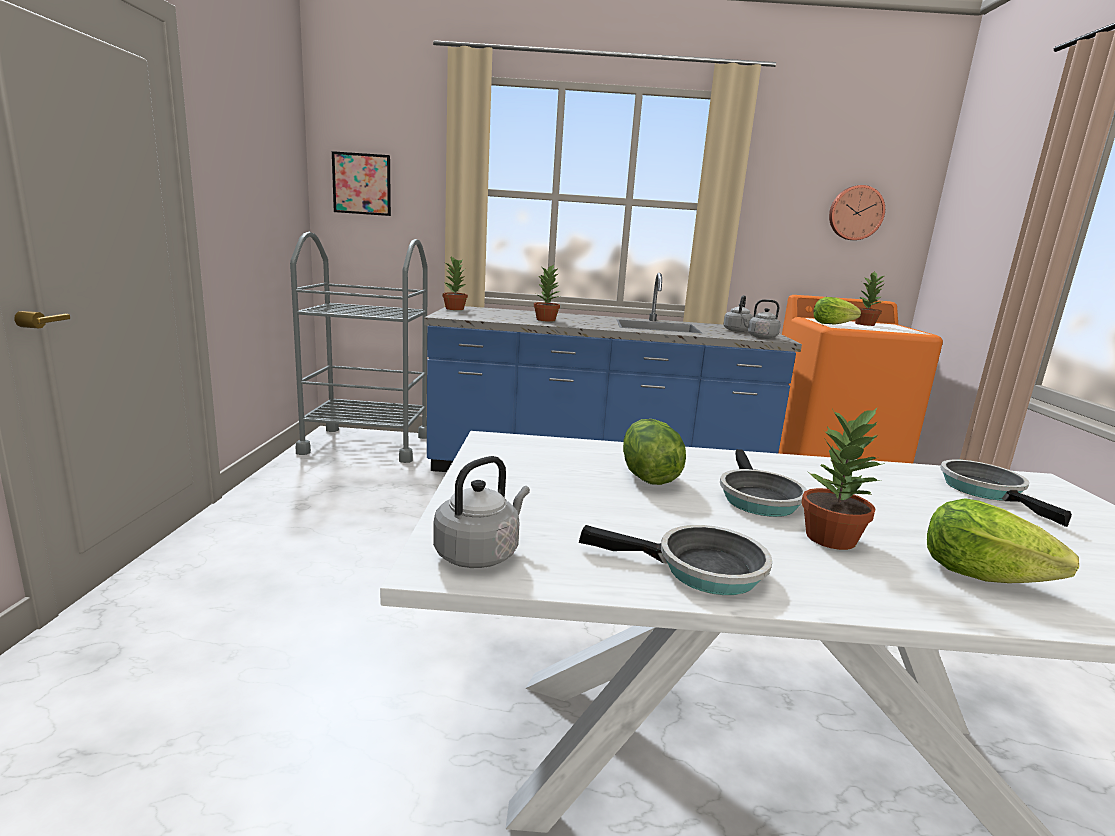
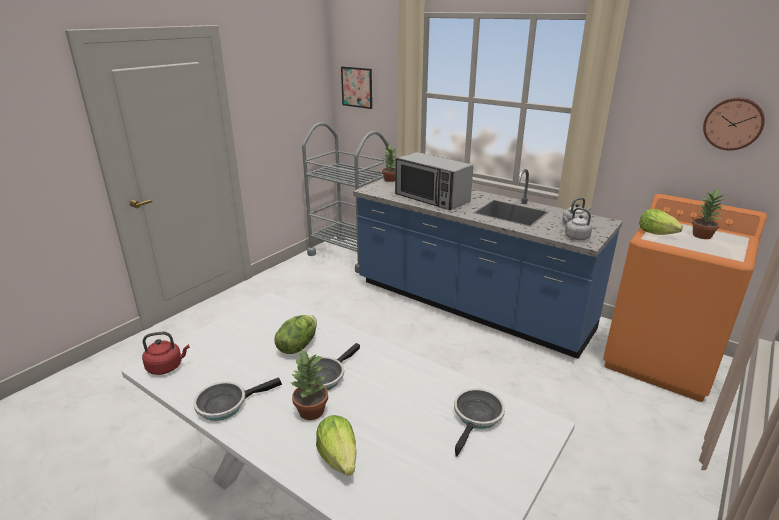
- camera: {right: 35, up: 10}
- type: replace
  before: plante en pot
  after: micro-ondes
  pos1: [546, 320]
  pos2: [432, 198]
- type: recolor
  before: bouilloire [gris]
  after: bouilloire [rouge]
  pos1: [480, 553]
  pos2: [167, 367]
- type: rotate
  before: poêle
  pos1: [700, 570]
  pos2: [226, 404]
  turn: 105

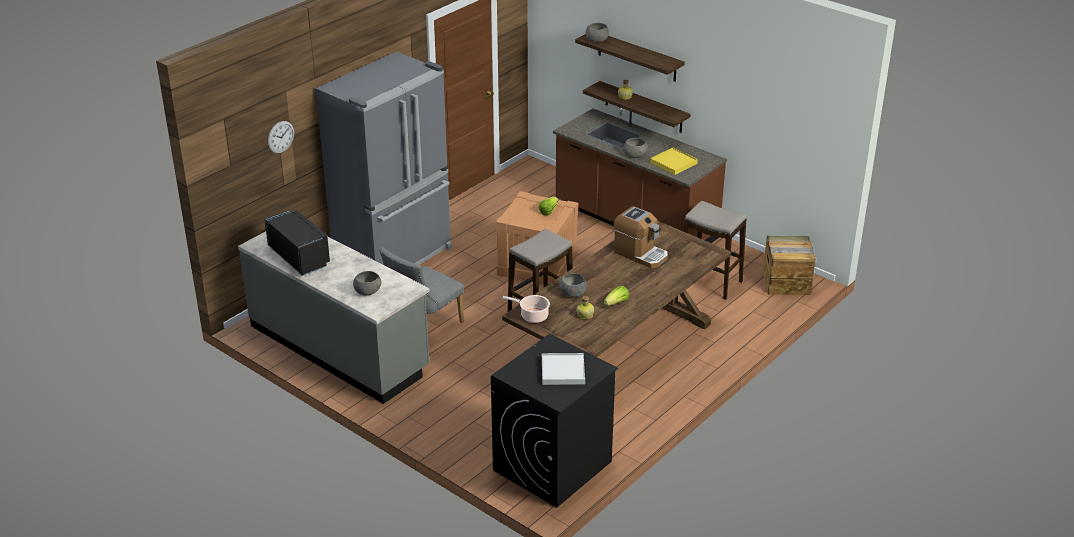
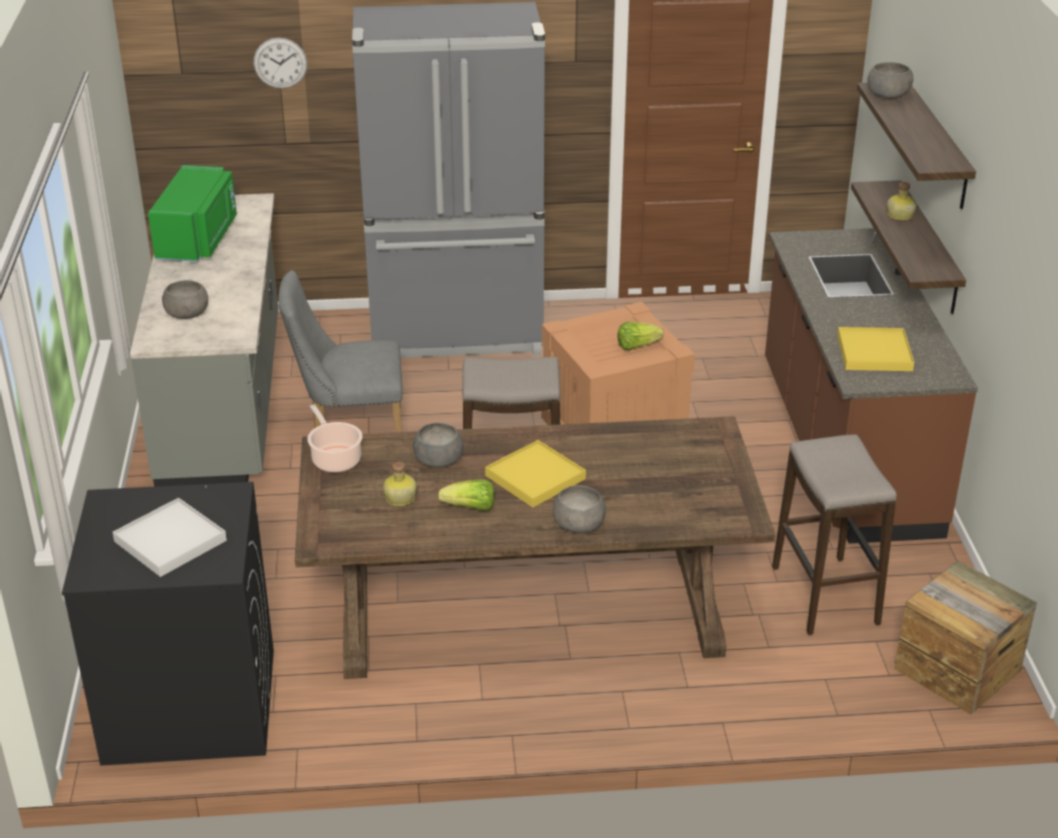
- camera: {right: 45, up: 0}
- type: move
  before: bol [gris]
  pos1: [635, 155]
  pos2: [579, 525]
- type: delete
  before: machine à café
  pos1: [640, 254]
- type: recolor
  before: micro-ondes [noir]
  after: micro-ondes [vert]
  pos1: [300, 257]
  pos2: [199, 239]
- type: insert
  after: plateau [jaune]
  pos2: [535, 477]

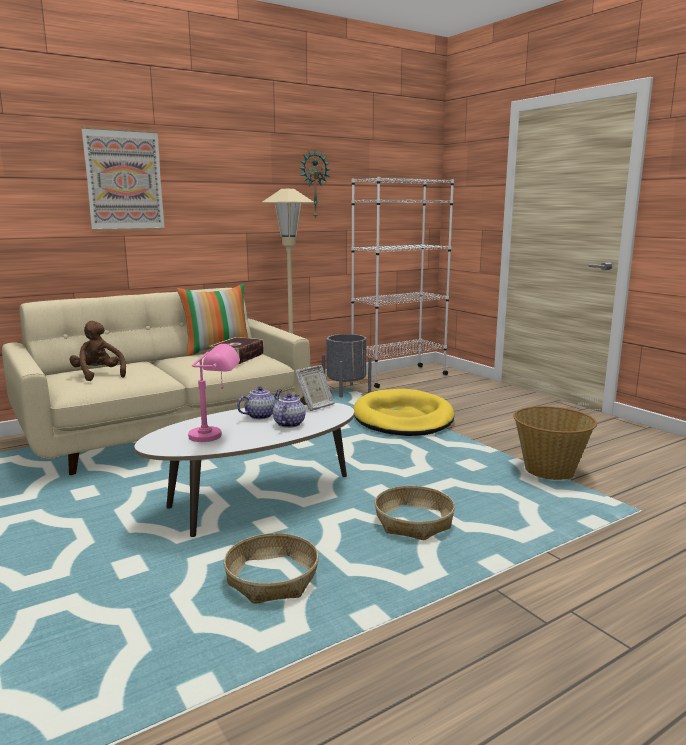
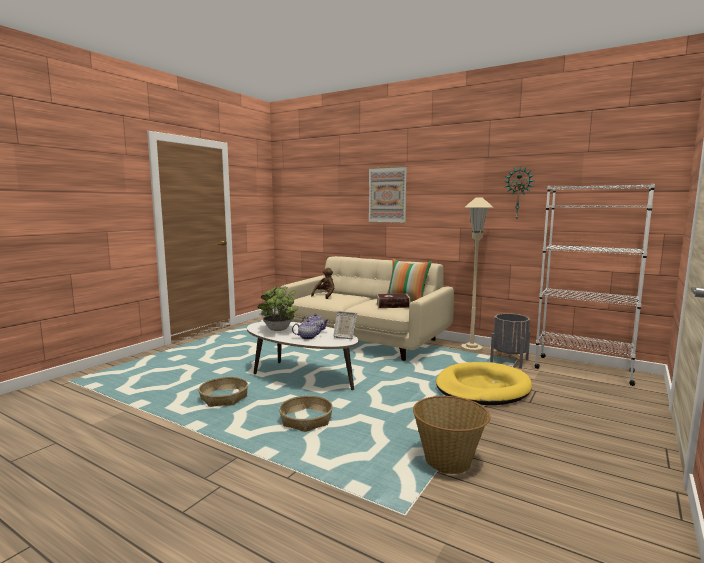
- camera: {right: 65, up: -5}
- type: replace
  before: lampe de table [rose]
  after: plante en pot
  pos1: [216, 436]
  pos2: [278, 330]

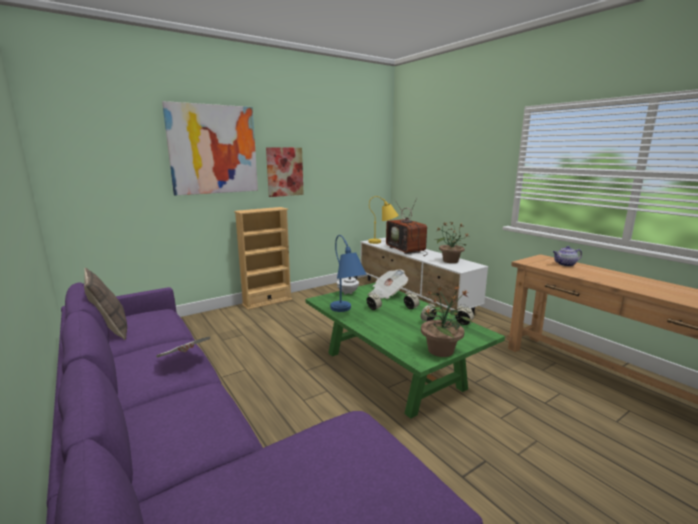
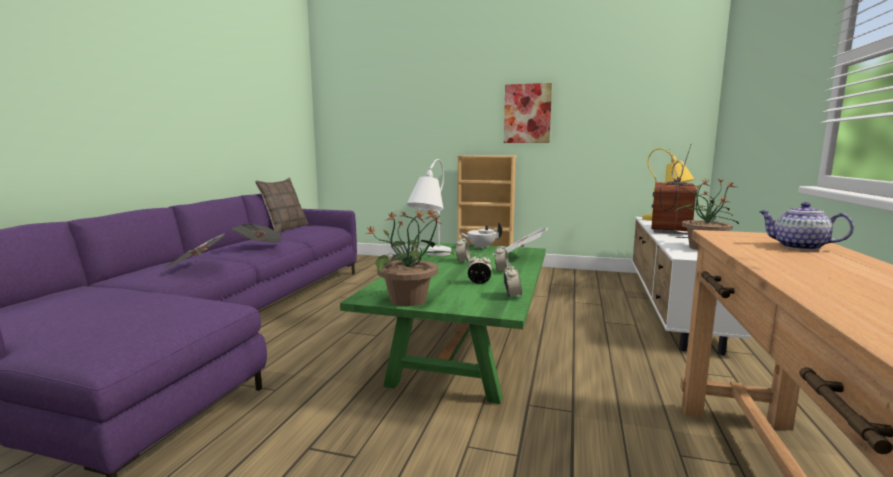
- camera: {right: 50, up: -5}
- type: delete
  before: tableau
  pos1: [213, 149]
- type: recolor
  before: lampe de table [bleu]
  after: lampe de table [blanc]
  pos1: [346, 313]
  pos2: [430, 256]
- type: insert
  after: journal
  pos2: [196, 267]

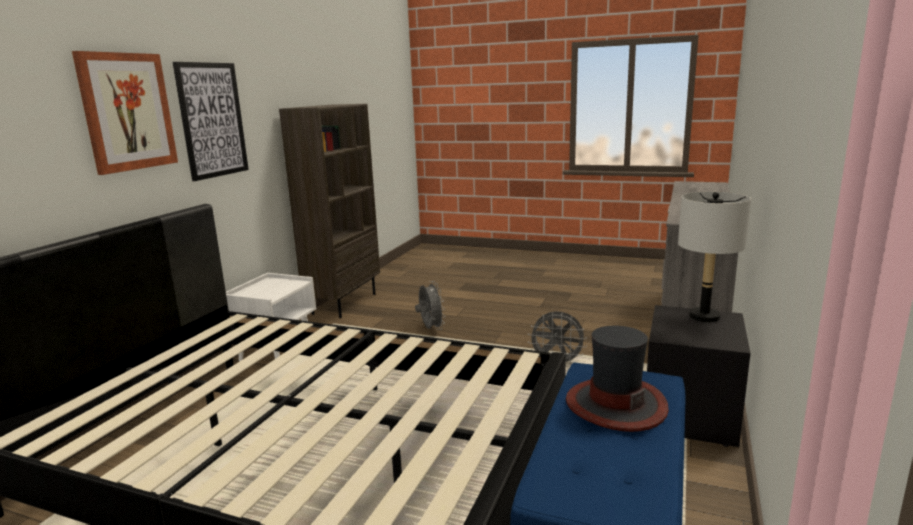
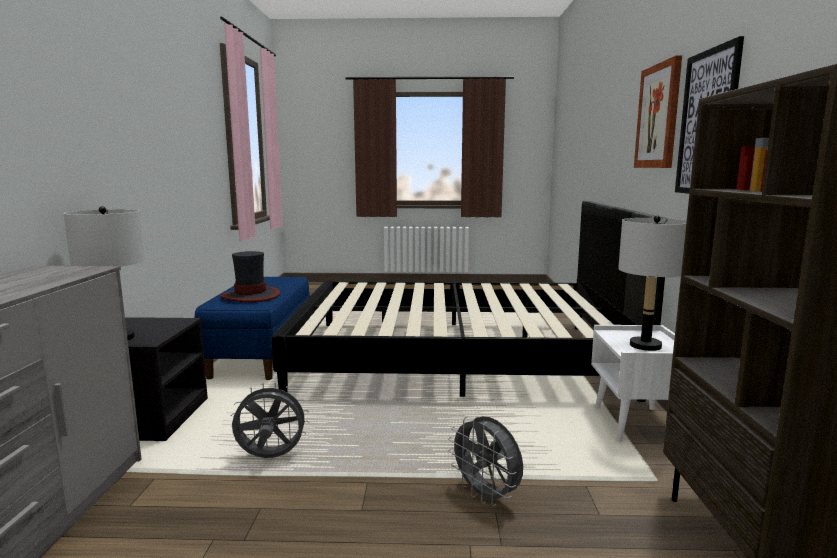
- camera: {right: 160, up: -5}
- type: insert
  after: lampe de table [gris]
  pos2: [645, 346]

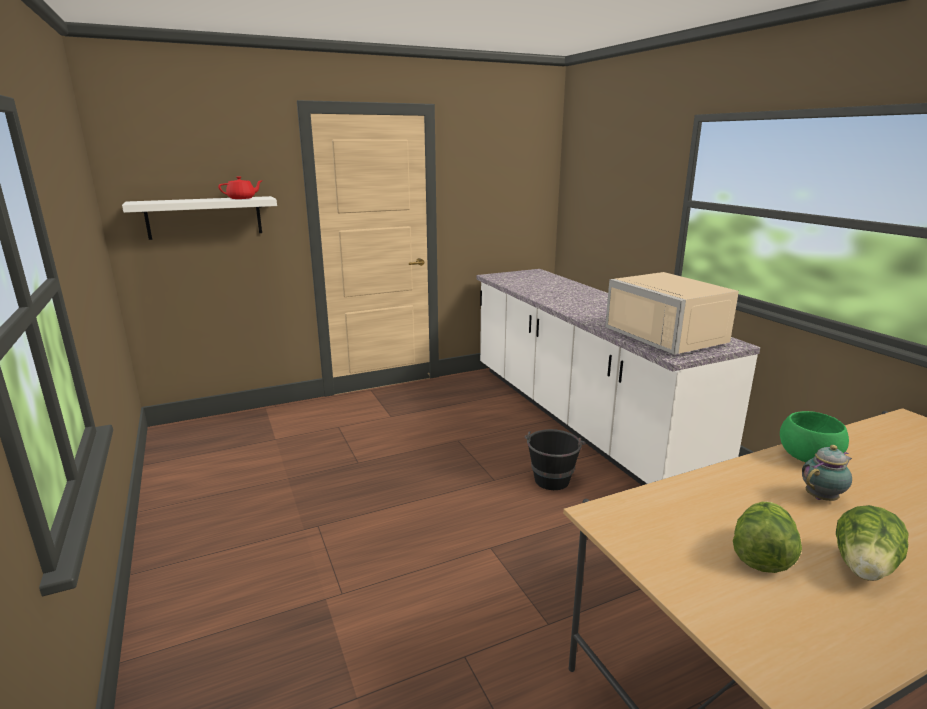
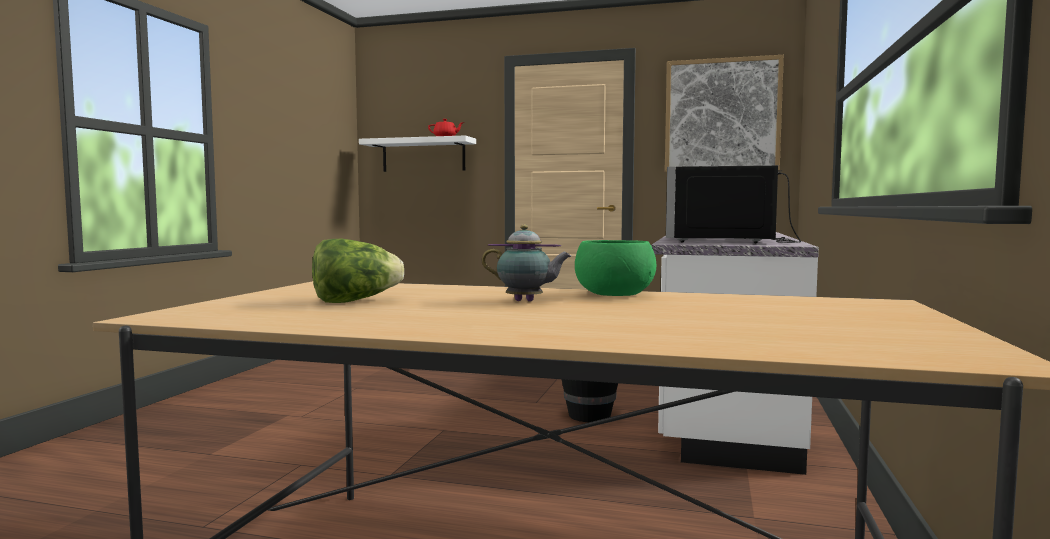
- camera: {right: 40, up: -15}
- type: recolor
  before: micro-ondes [beige]
  after: micro-ondes [noir]
  pos1: [671, 337]
  pos2: [726, 240]
- type: delete
  before: laitue
  pos1: [864, 568]
- type: insert
  after: tableau
  pos2: [722, 115]

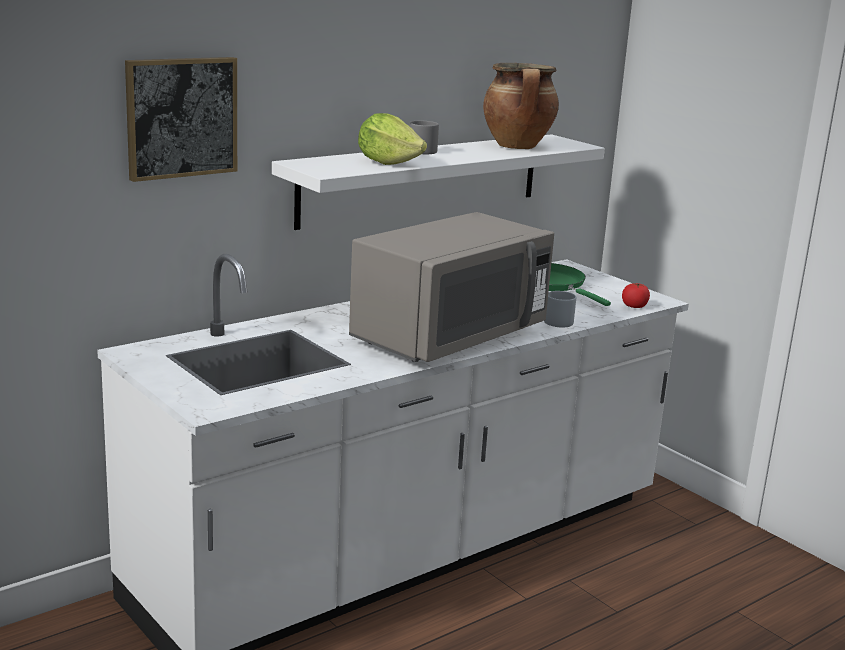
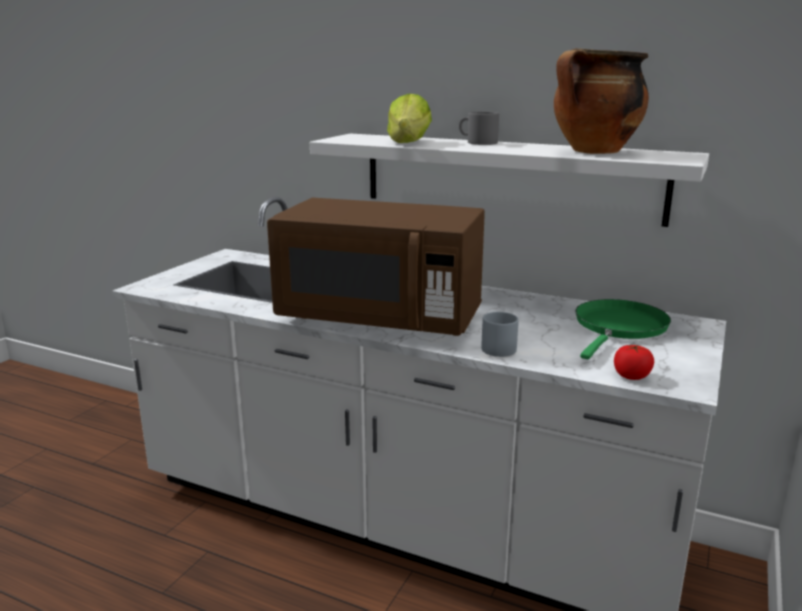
- camera: {right: 65, up: 0}
- type: delete
  before: tableau
  pos1: [181, 117]
- type: recolor
  before: micro-ondes [gris]
  after: micro-ondes [marron]
  pos1: [449, 337]
  pos2: [380, 318]

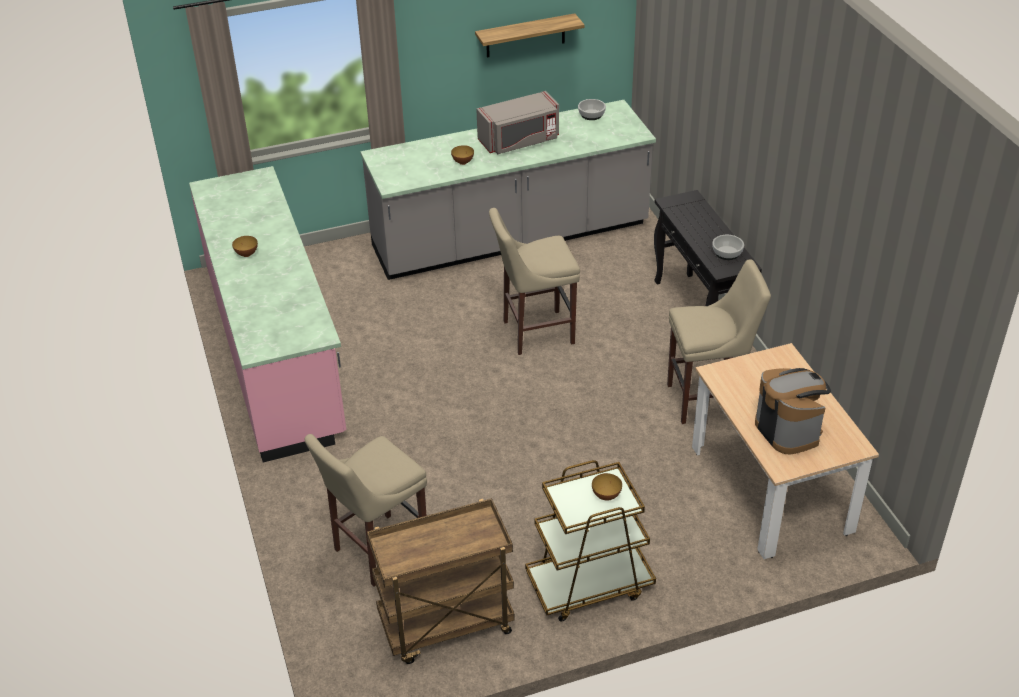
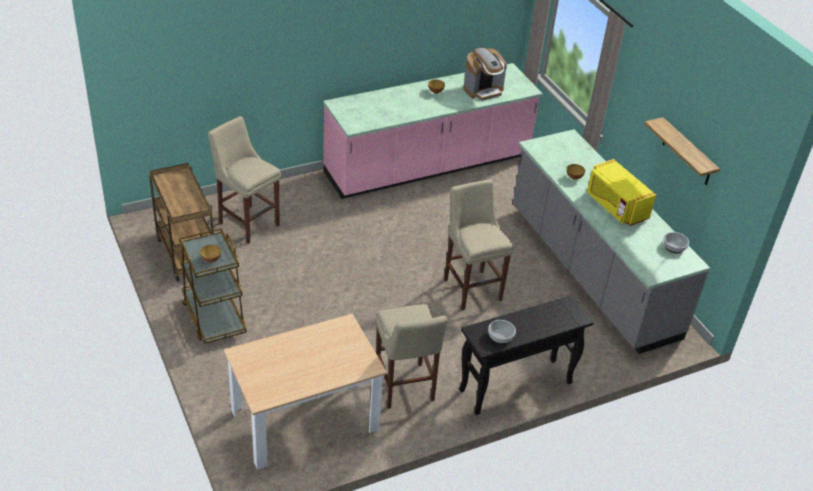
- camera: {right: 80, up: 0}
- type: recolor
  before: micro-ondes [gris]
  after: micro-ondes [jaune]
  pos1: [519, 141]
  pos2: [616, 206]
- type: move
  before: machine à café
  pos1: [788, 430]
  pos2: [483, 90]

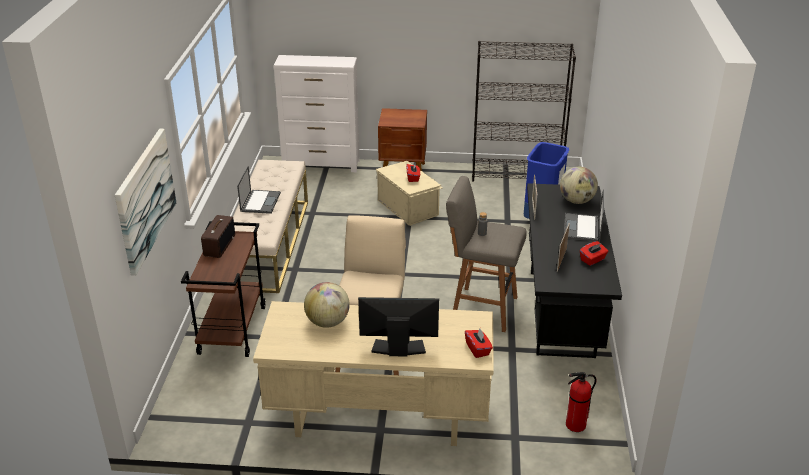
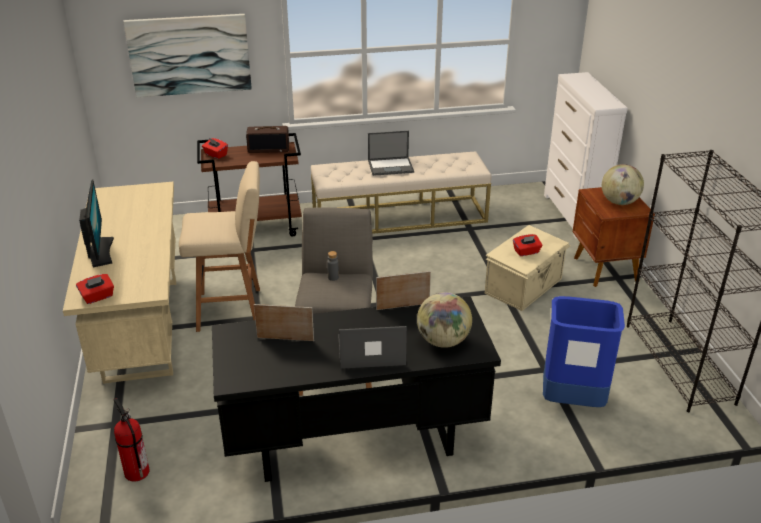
- camera: {right: 75, up: 0}
- type: move
  before: boîte à mouchoirs [rouge]
  pos1: [592, 260]
  pos2: [215, 155]
- type: move
  before: globe
  pos1: [327, 322]
  pos2: [619, 202]

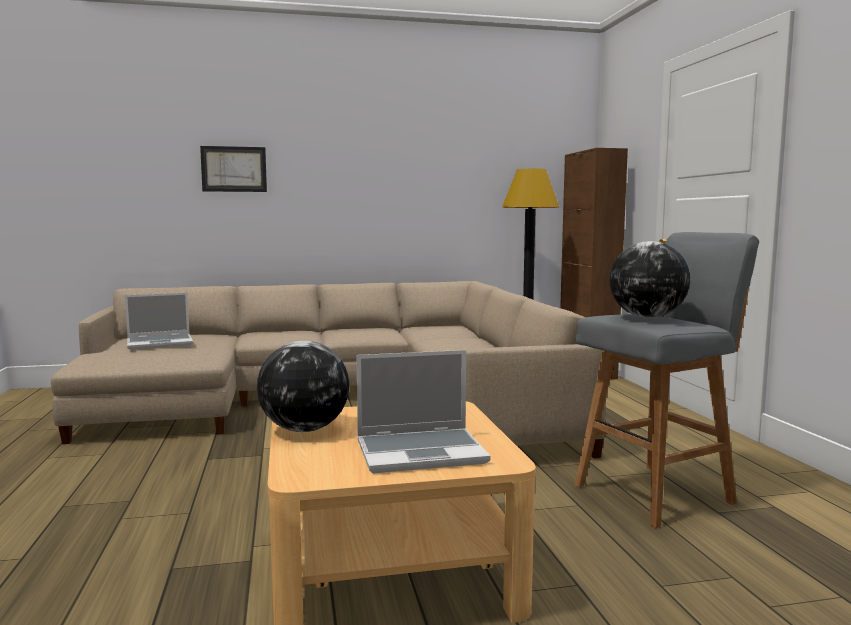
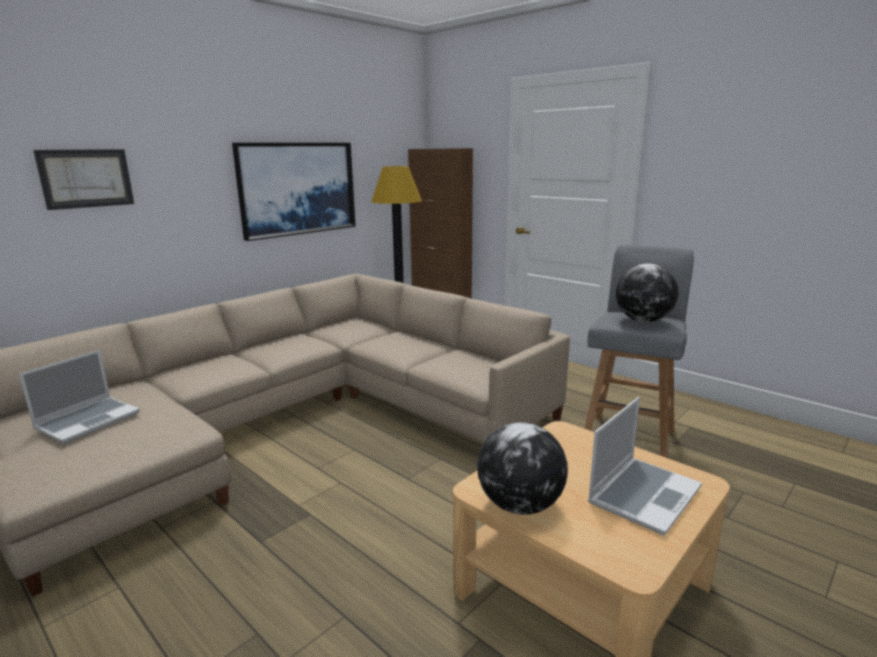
- camera: {right: -35, up: 10}
- type: insert
  after: tableau
  pos2: [297, 188]

